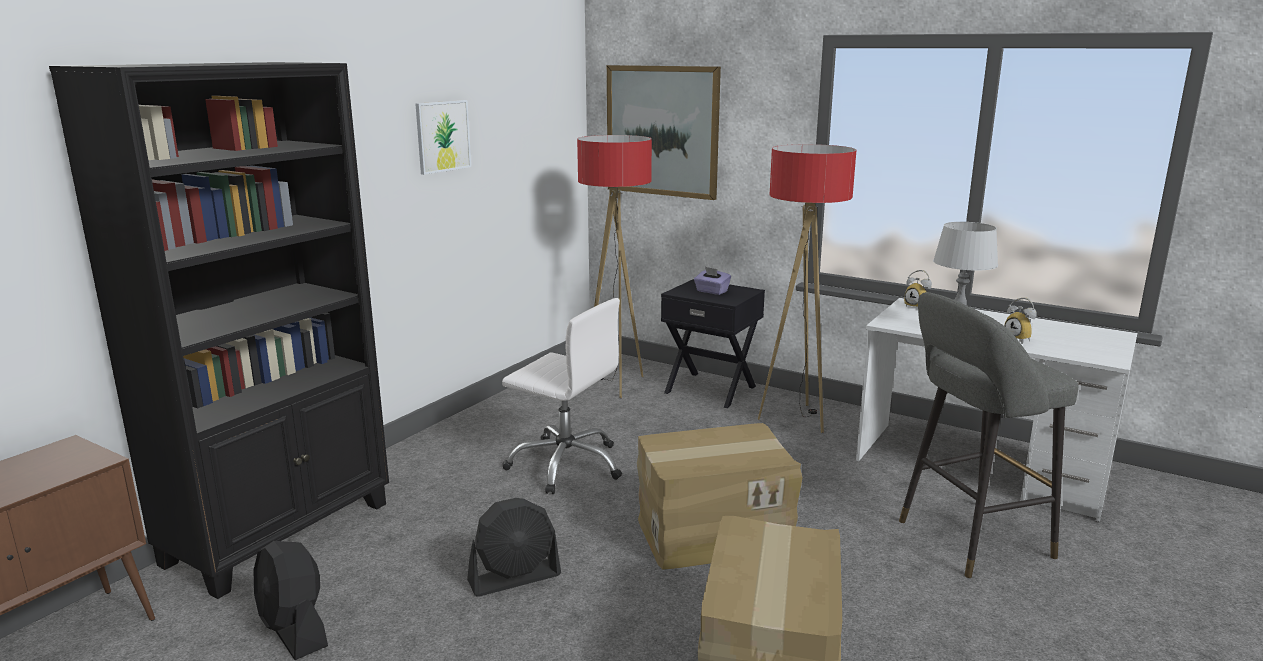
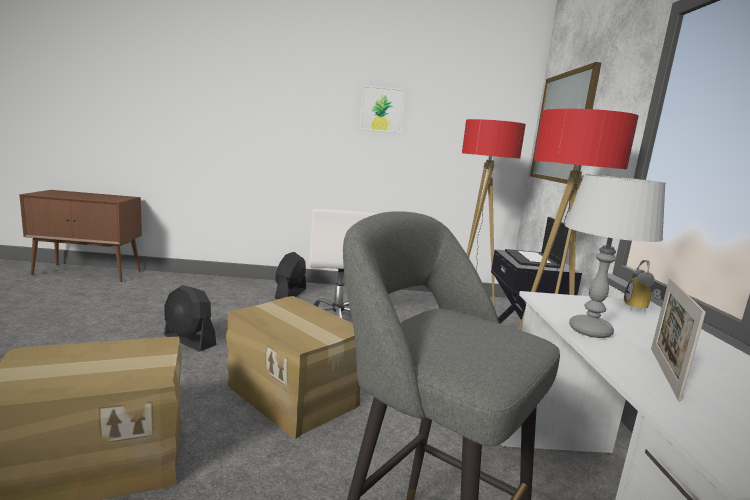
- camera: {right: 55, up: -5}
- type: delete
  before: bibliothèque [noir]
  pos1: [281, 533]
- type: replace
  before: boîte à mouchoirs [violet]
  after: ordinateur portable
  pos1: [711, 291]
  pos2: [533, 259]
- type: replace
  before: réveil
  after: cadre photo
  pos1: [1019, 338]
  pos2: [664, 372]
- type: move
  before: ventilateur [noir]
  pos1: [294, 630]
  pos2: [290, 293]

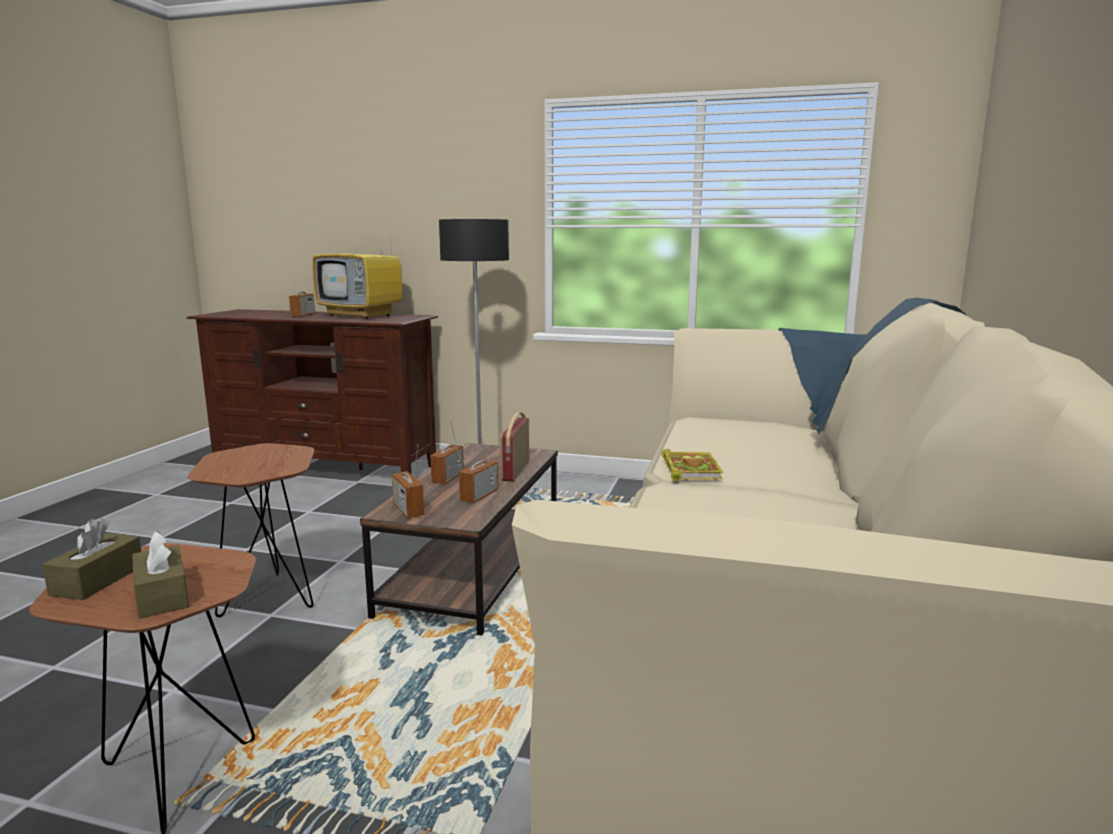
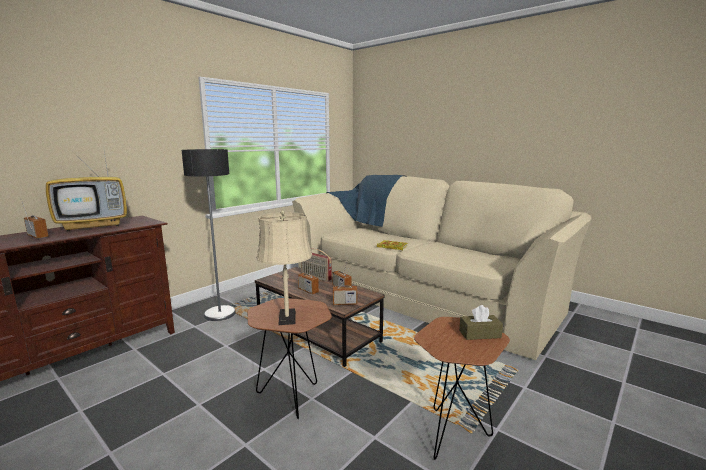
- camera: {right: -65, up: 0}
- type: delete
  before: boîte à mouchoirs [marron]
  pos1: [97, 580]
- type: insert
  after: lampe de table [beige]
  pos2: [287, 316]

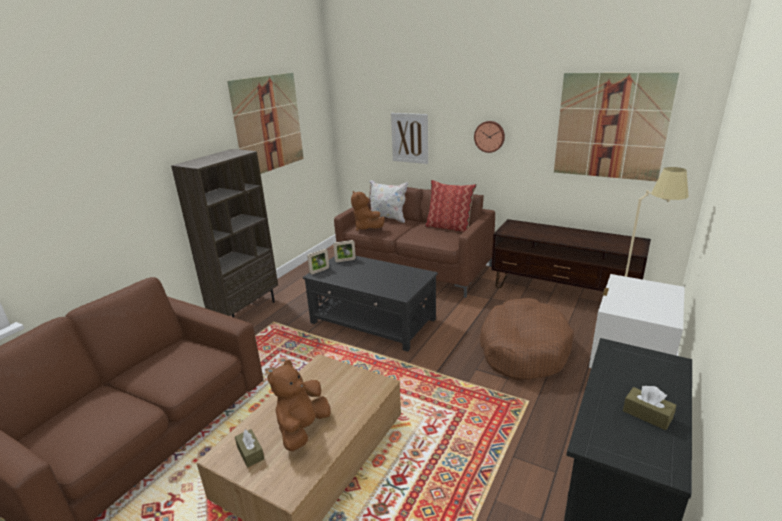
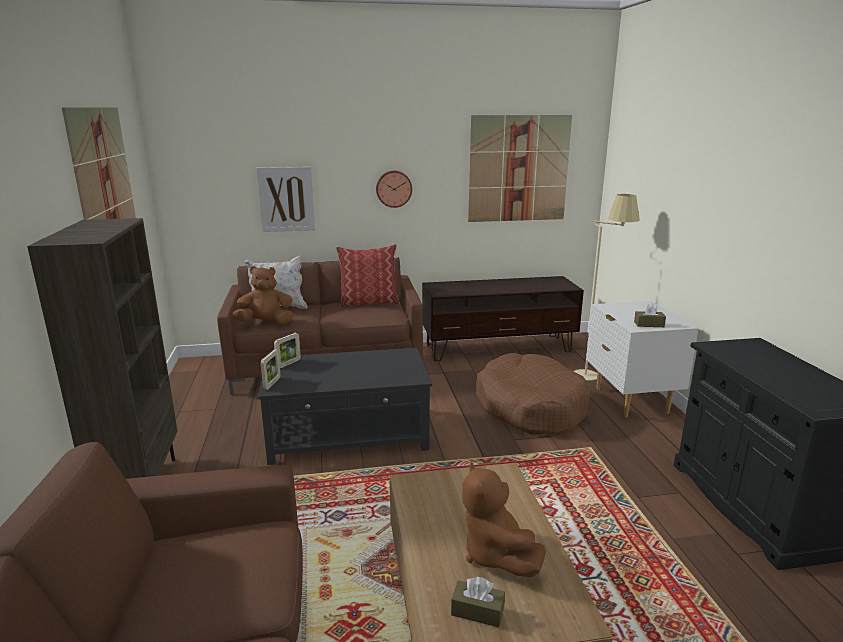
- camera: {right: -40, up: -5}
- type: rotate
  before: peluche [marron]
  pos1: [366, 228]
  pos2: [266, 323]
  turn: 150
- type: move
  before: boîte à mouchoirs [marron]
  pos1: [647, 414]
  pos2: [649, 324]

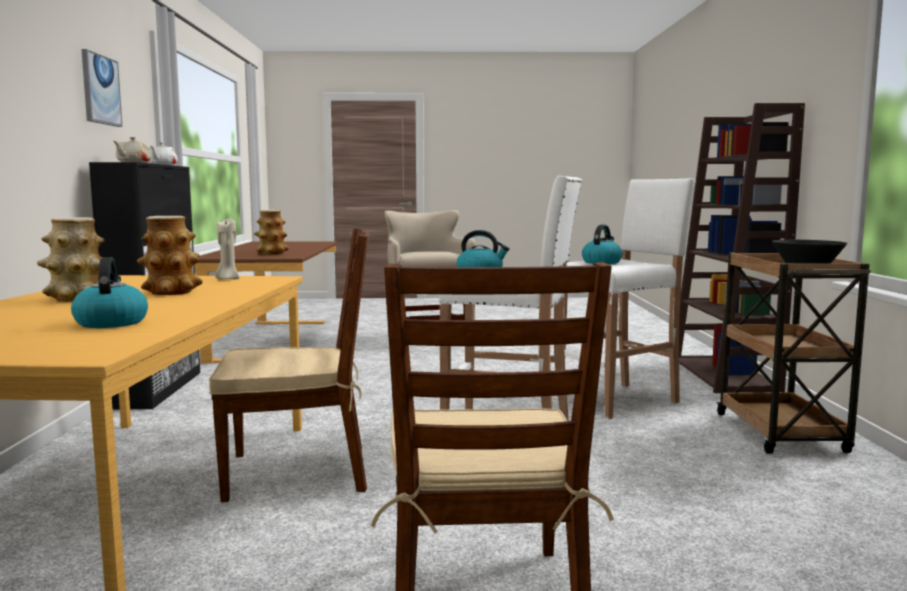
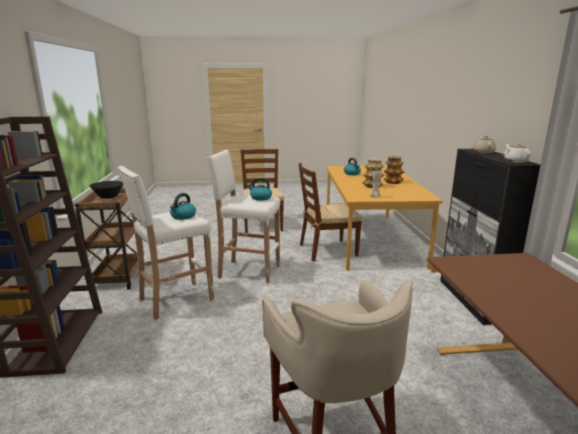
- camera: {right: 175, up: 10}
- type: delete
  before: tableau
  pos1: [100, 90]
- type: delete
  before: vase
  pos1: [272, 253]

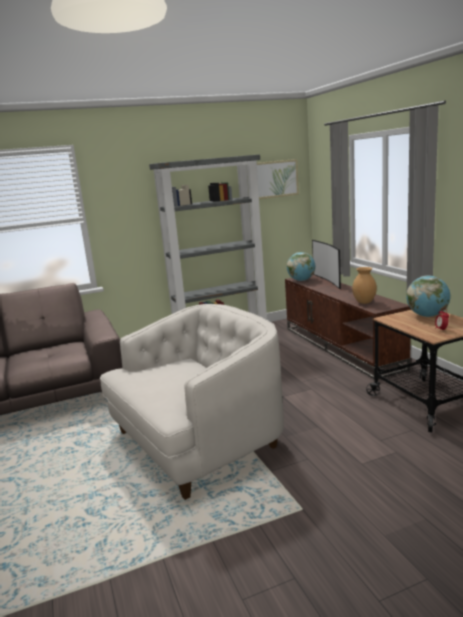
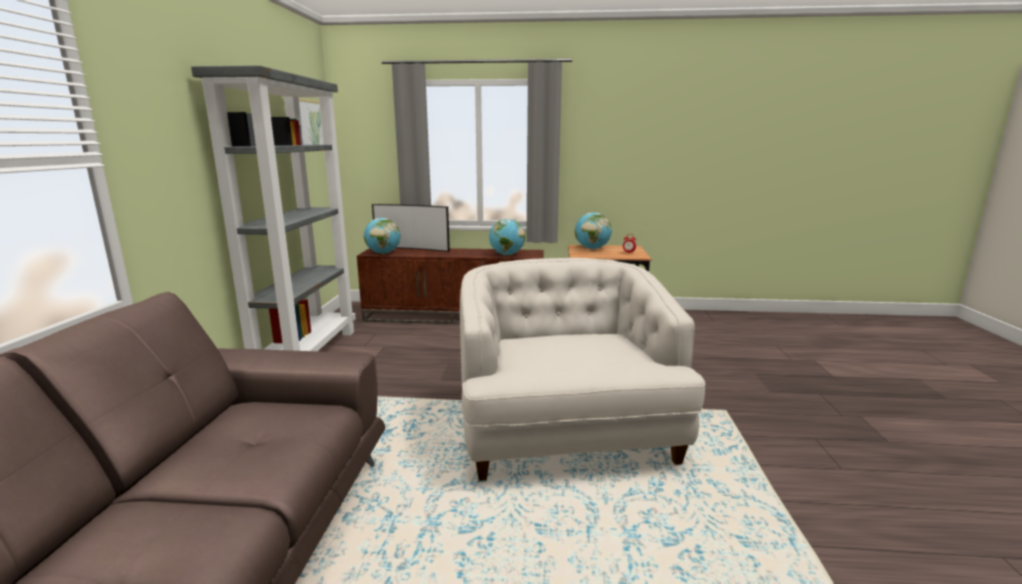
- camera: {right: -65, up: 0}
- type: replace
  before: vase [marron]
  after: globe
  pos1: [364, 302]
  pos2: [506, 255]

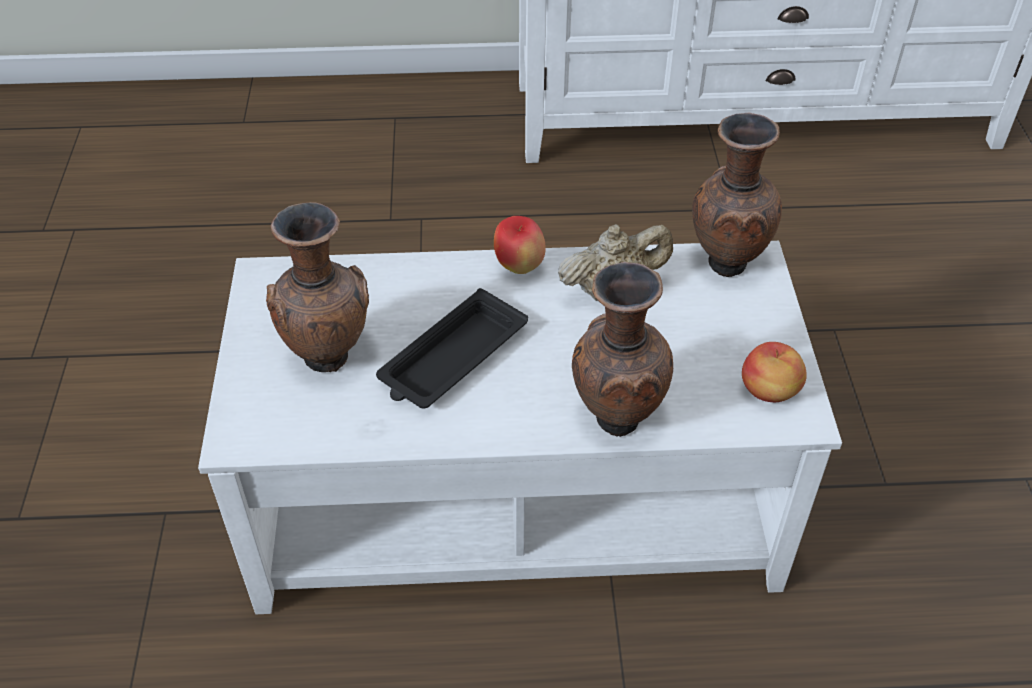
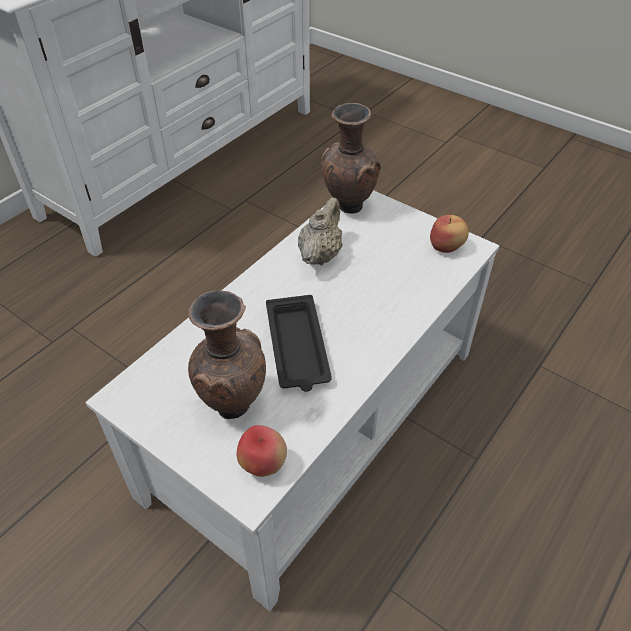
- camera: {right: -50, up: 0}
- type: move
  before: pomme
  pos1: [519, 266]
  pos2: [263, 465]
- type: delete
  before: vase [marron]
  pos1: [614, 417]

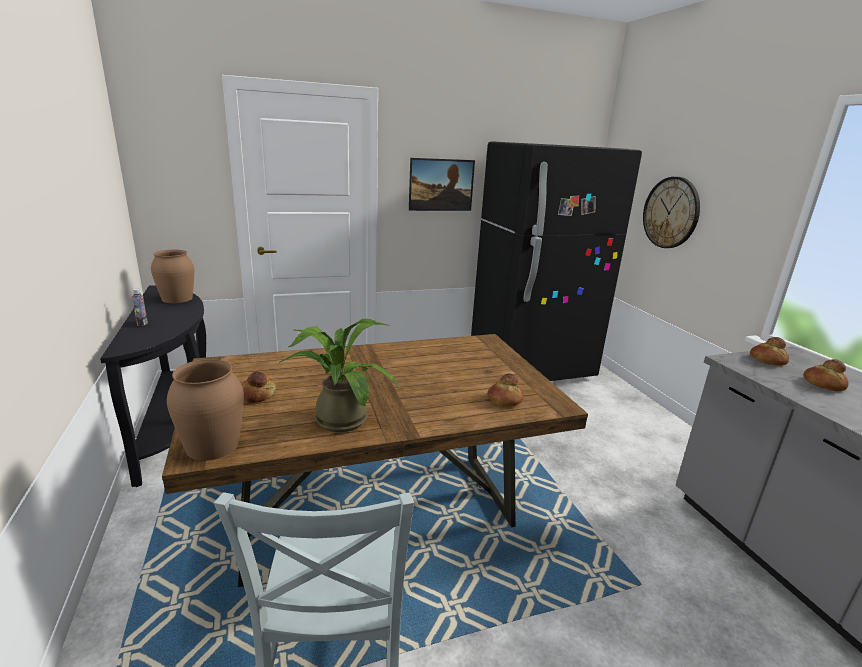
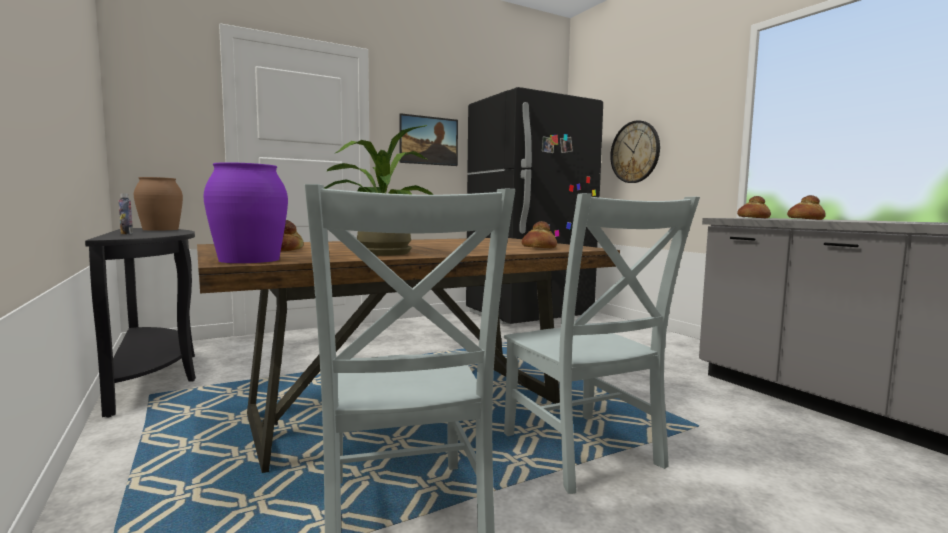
- camera: {right: -10, up: -15}
- type: recolor
  before: vase [marron]
  after: vase [violet]
  pos1: [212, 445]
  pos2: [249, 260]
- type: insert
  after: chaise [gris]
  pos2: [584, 453]

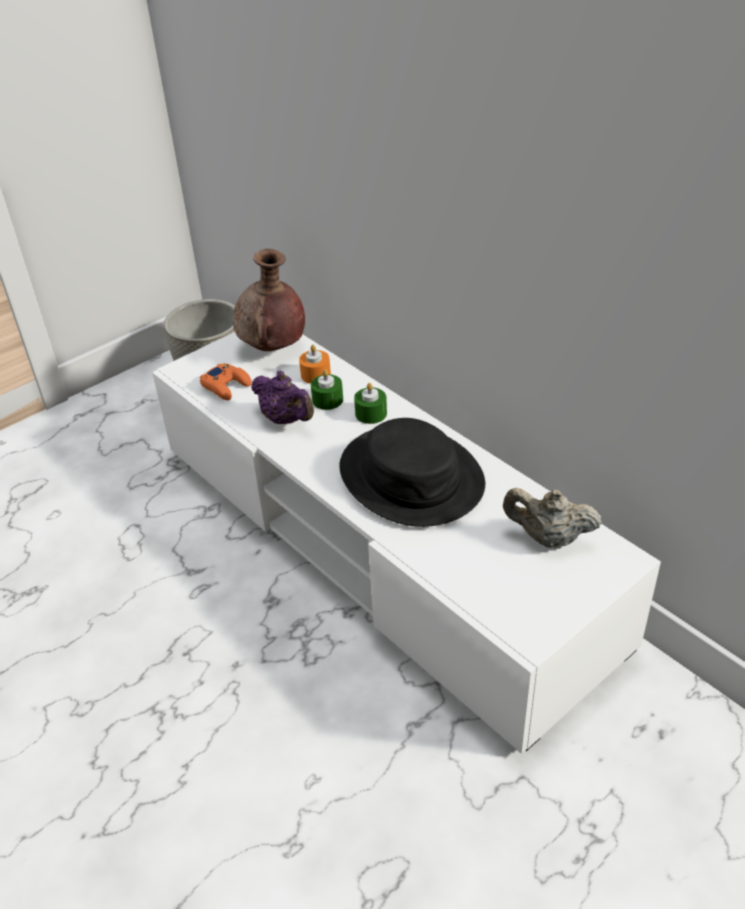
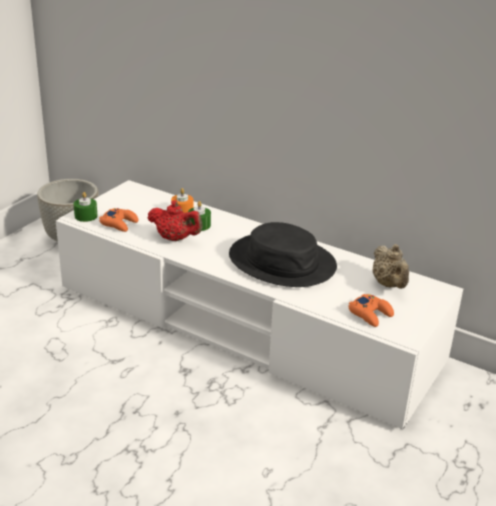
- camera: {right: -20, up: -10}
- type: delete
  before: vase [marron]
  pos1: [273, 348]
- type: recolor
  before: théière [violet]
  after: théière [rouge]
  pos1: [286, 419]
  pos2: [175, 239]
- type: move
  before: bougie [vert]
  pos1: [371, 413]
  pos2: [86, 216]
- type: rotate
  before: théière [beige]
  pos1: [548, 538]
  pos2: [389, 285]
  turn: -105
- type: insert
  after: manette [orange]
  pos2: [370, 314]

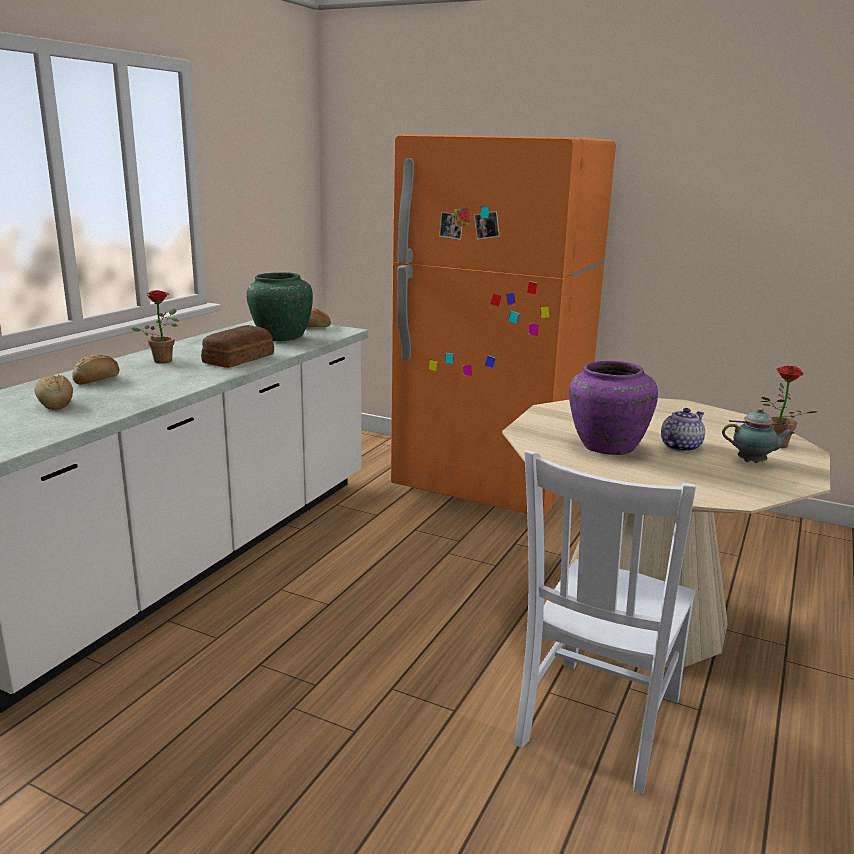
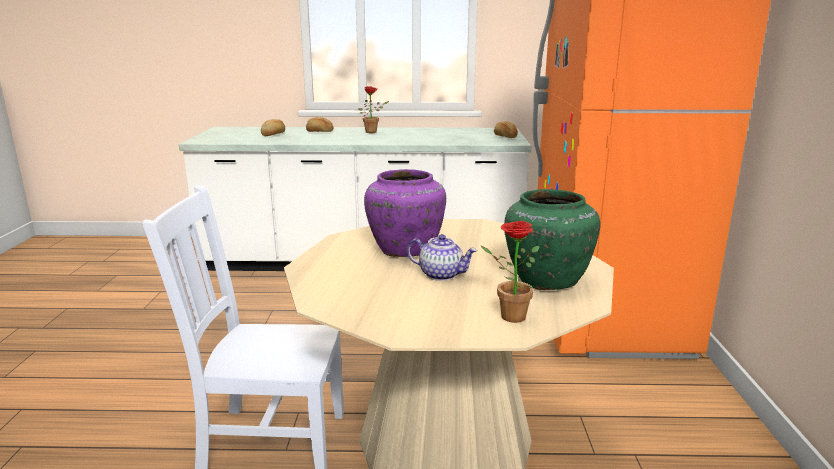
- camera: {right: 65, up: 0}
- type: move
  before: vase [vert]
  pos1: [280, 337]
  pos2: [547, 280]
- type: delete
  before: pain
  pos1: [237, 359]
- type: delete
  before: théière
  pos1: [753, 462]

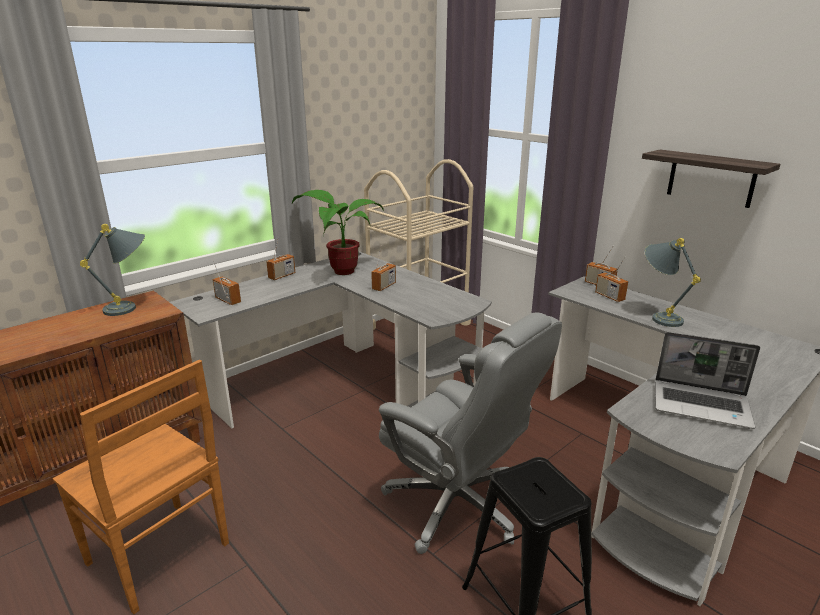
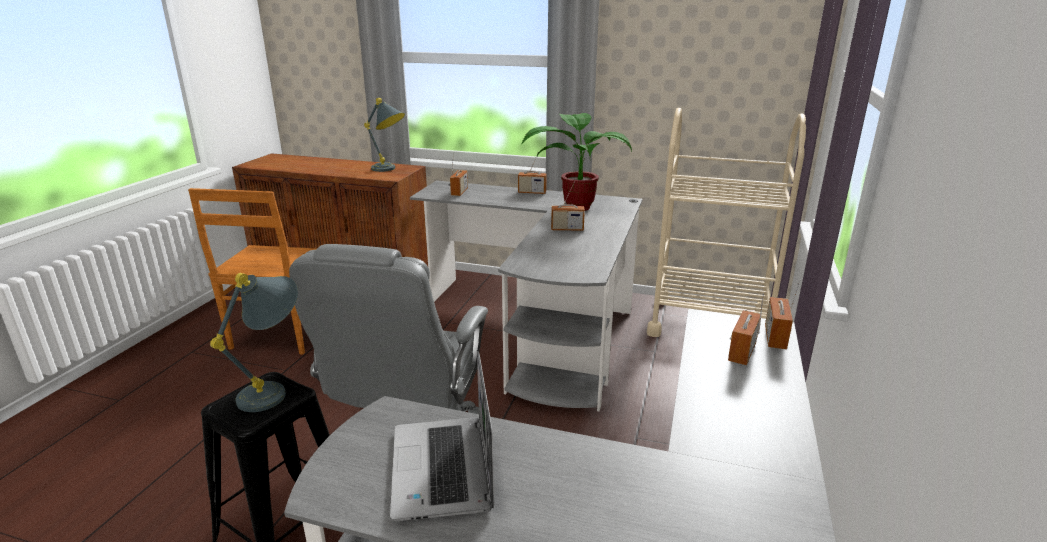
- camera: {right: 60, up: 0}
- type: delete
  before: étagère
  pos1: [711, 178]
- type: move
  before: lampe de table [gris]
  pos1: [658, 316]
  pos2: [275, 389]

